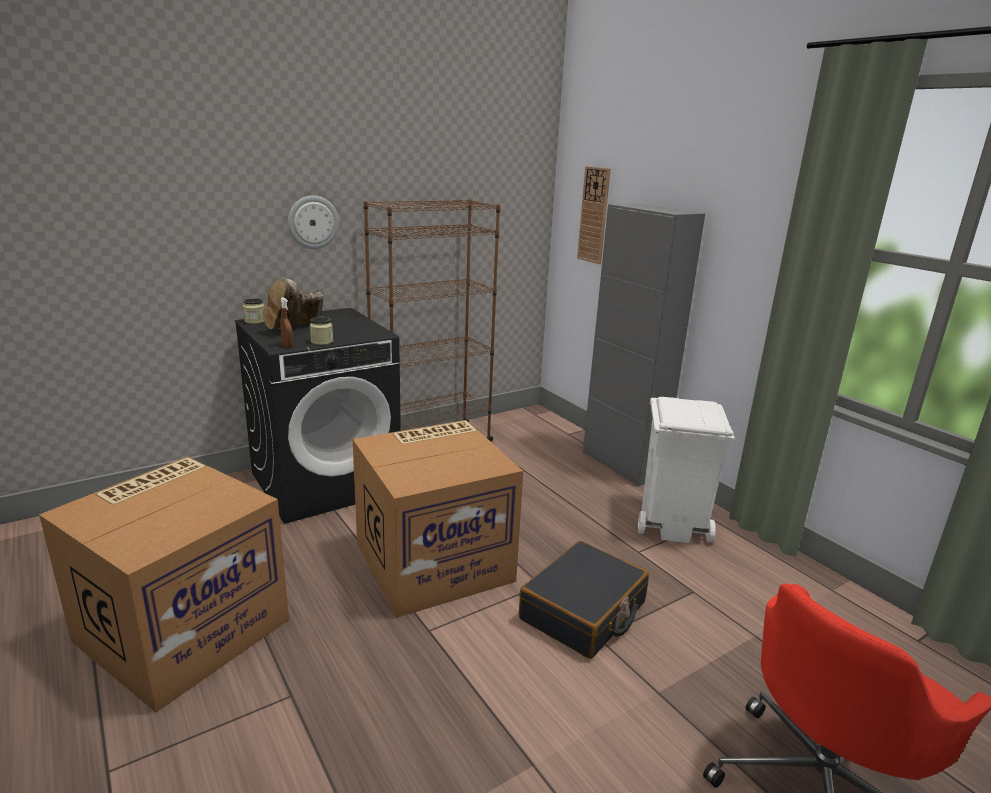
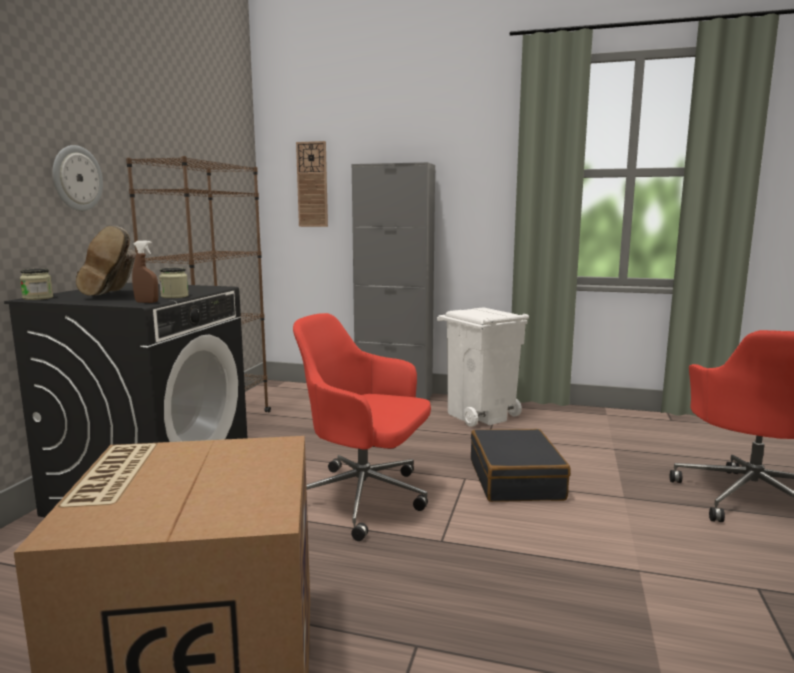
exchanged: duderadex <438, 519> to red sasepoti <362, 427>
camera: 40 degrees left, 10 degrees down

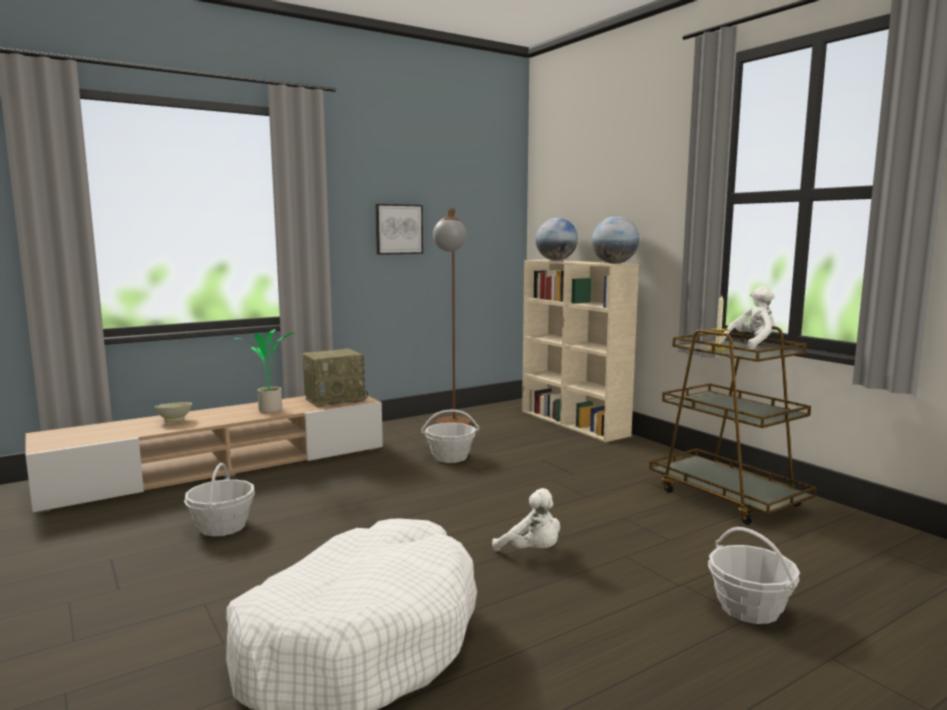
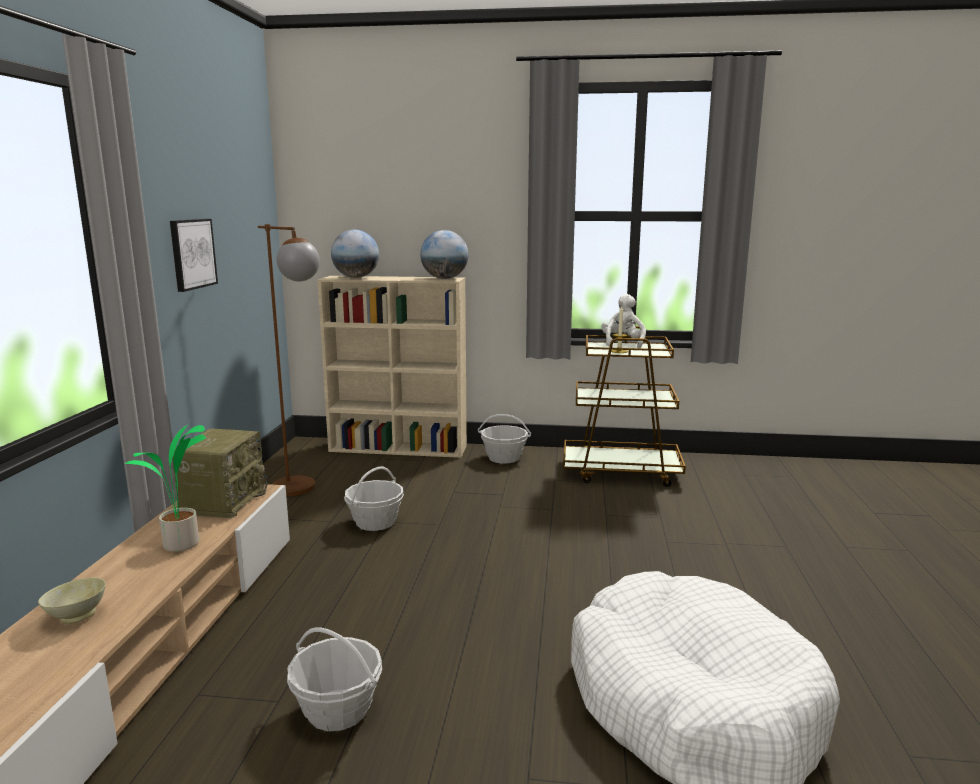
missing: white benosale <526, 519>
relocated: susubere <754, 575> to <504, 438>
camera: 50 degrees left, 5 degrees up

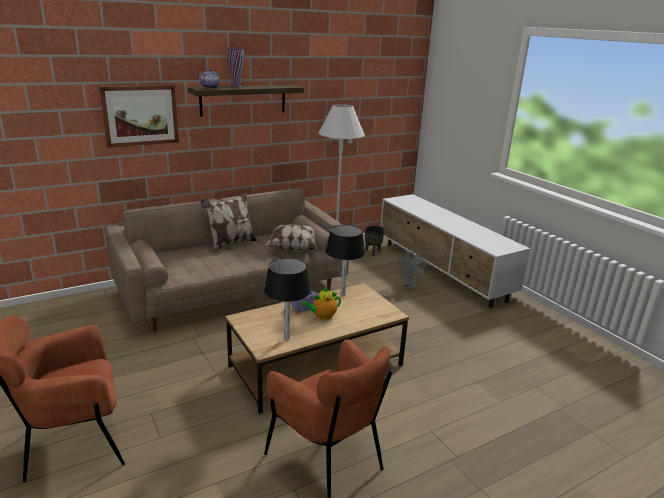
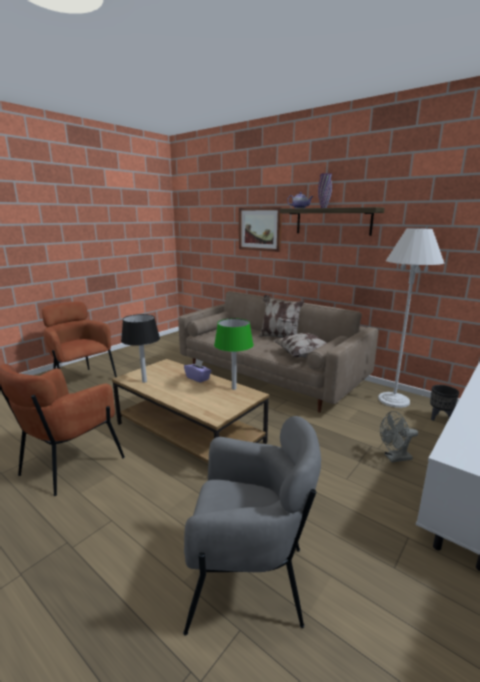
missing: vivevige <321, 303>
appeared: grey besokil <252, 526>
colour: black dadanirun <345, 260> to green dadanirun <234, 354>
camera: 70 degrees right, 5 degrees down

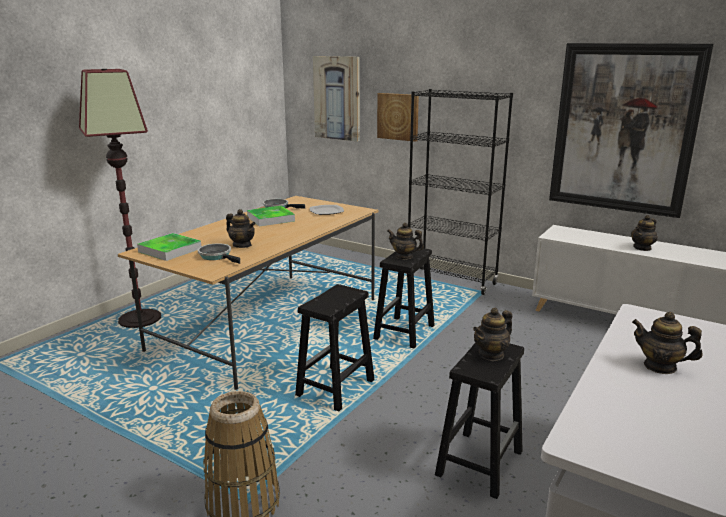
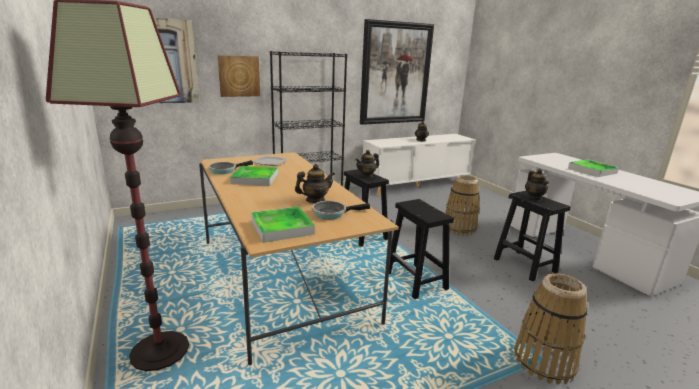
appeared: susubere <462, 205>
exchanged: vivevige <667, 343> to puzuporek <593, 168>
camera: 60 degrees left, 0 degrees up

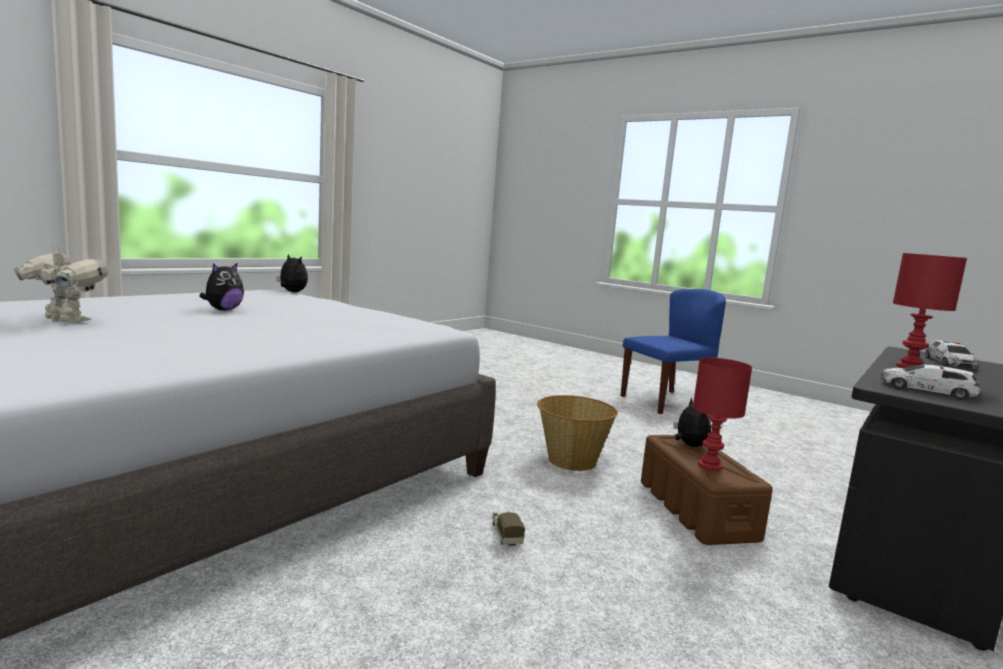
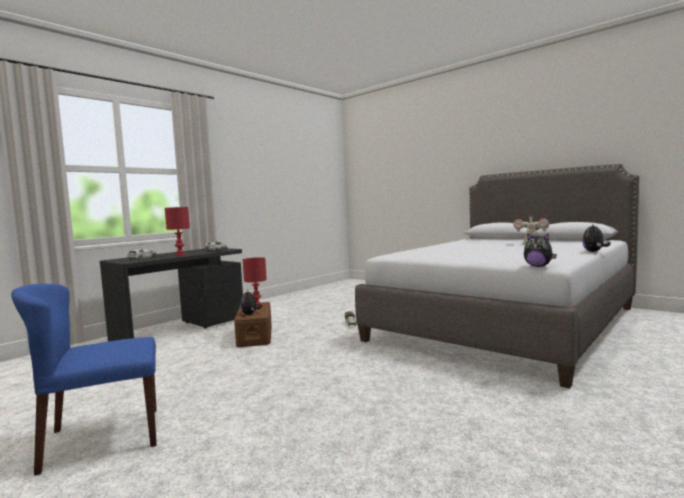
missing: susubere <577, 433>
relocated: benosale <221, 286> to <596, 237>
camera: 175 degrees left, 5 degrees down

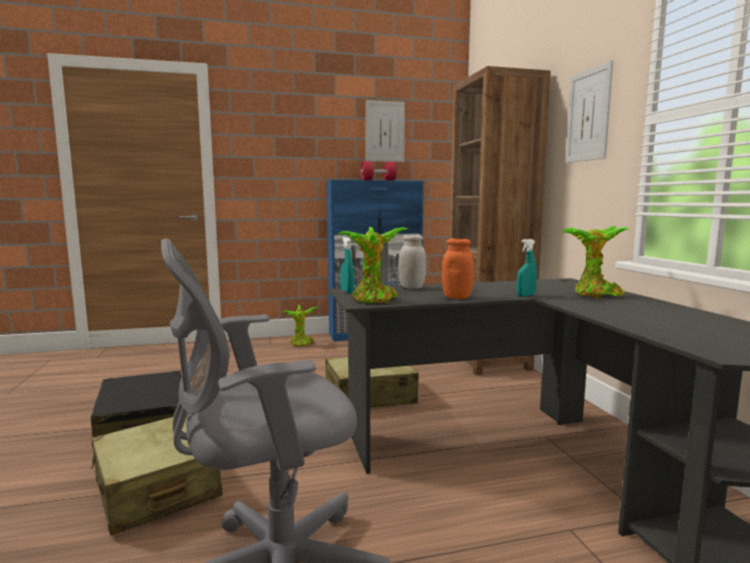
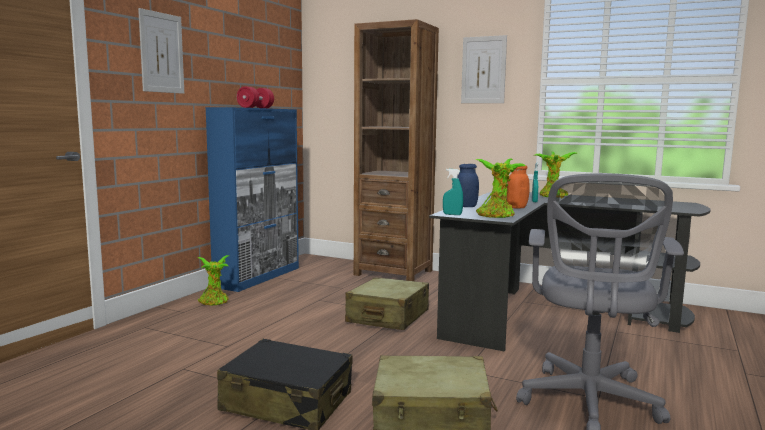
relocated: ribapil <385, 131> to <161, 51>
colour: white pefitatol <412, 262> to blue pefitatol <468, 185>
camera: 50 degrees left, 0 degrees up

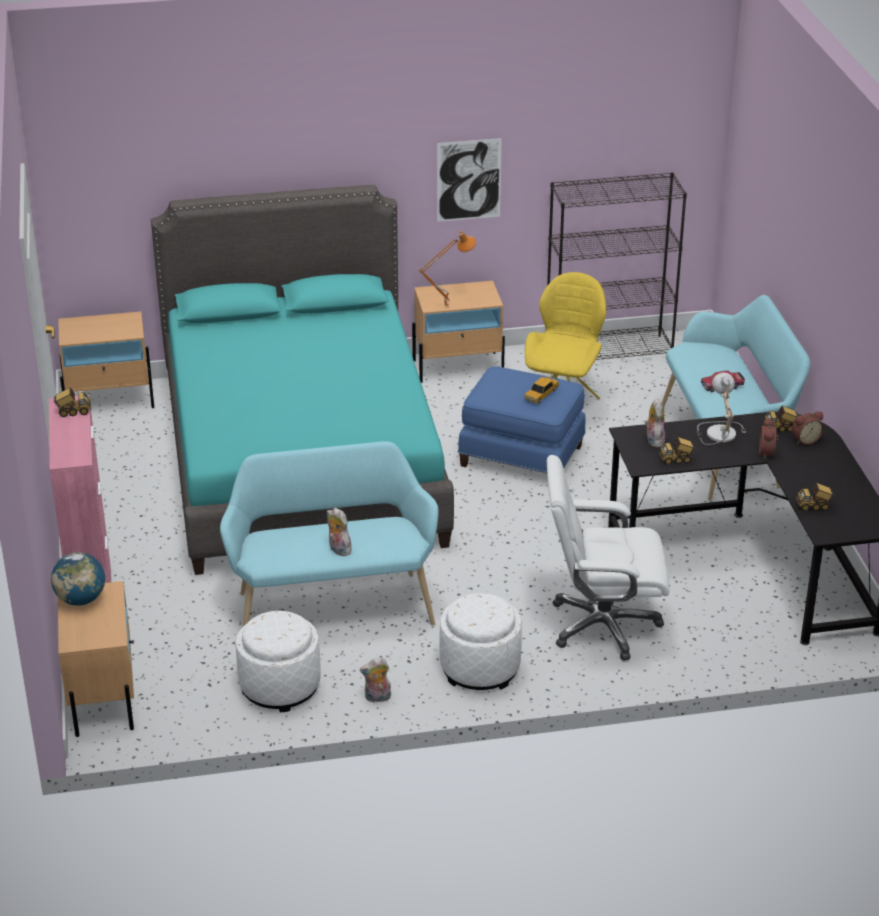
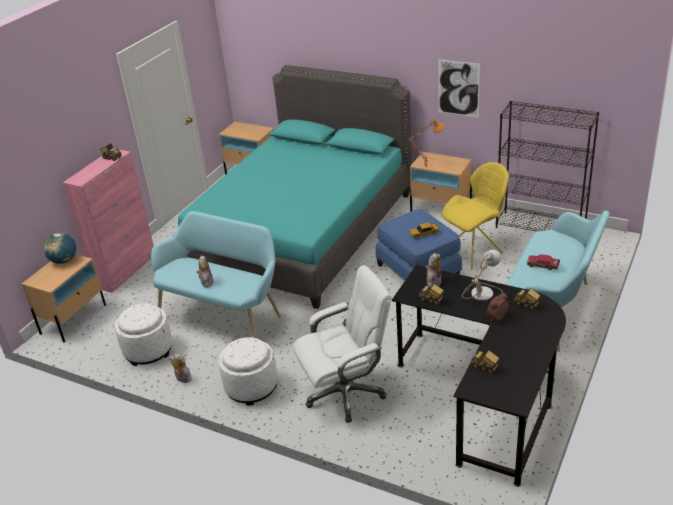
missing: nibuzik <808, 428>
spun: white sasepoti <608, 558> = <342, 344> 120 degrees clockwise
camera: 40 degrees right, 0 degrees up

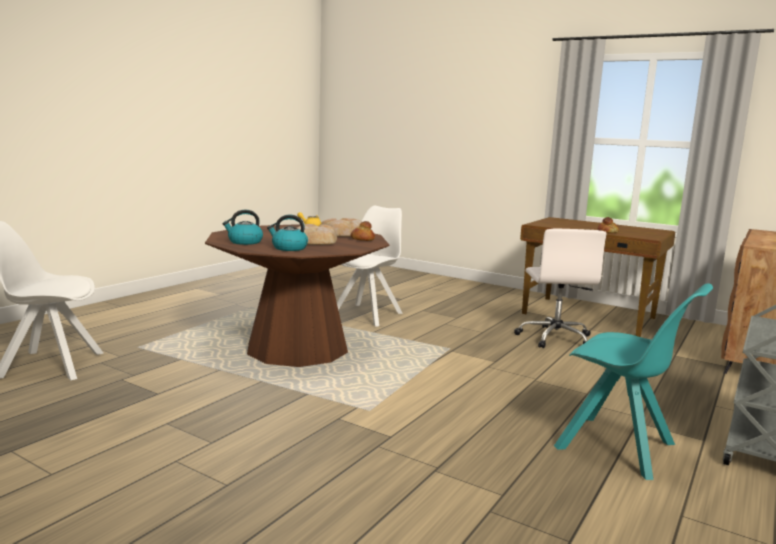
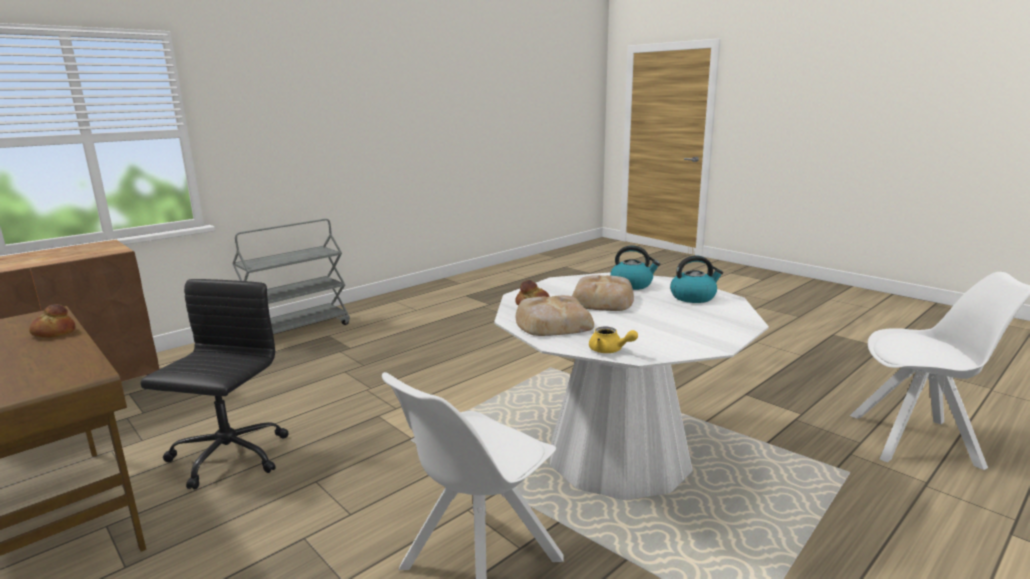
missing: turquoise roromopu <633, 381>
colour: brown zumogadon <297, 295> to white zumogadon <631, 386>; white sasepoti <560, 288> to black sasepoti <214, 384>
camera: 165 degrees left, 5 degrees up

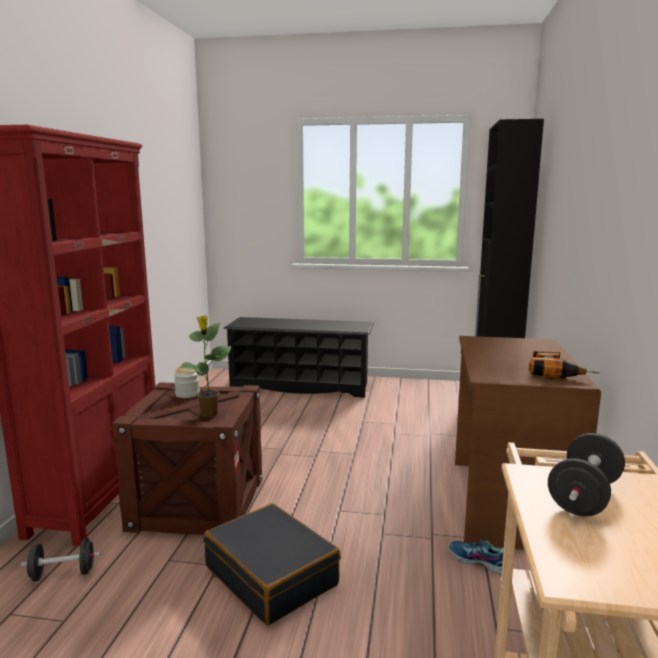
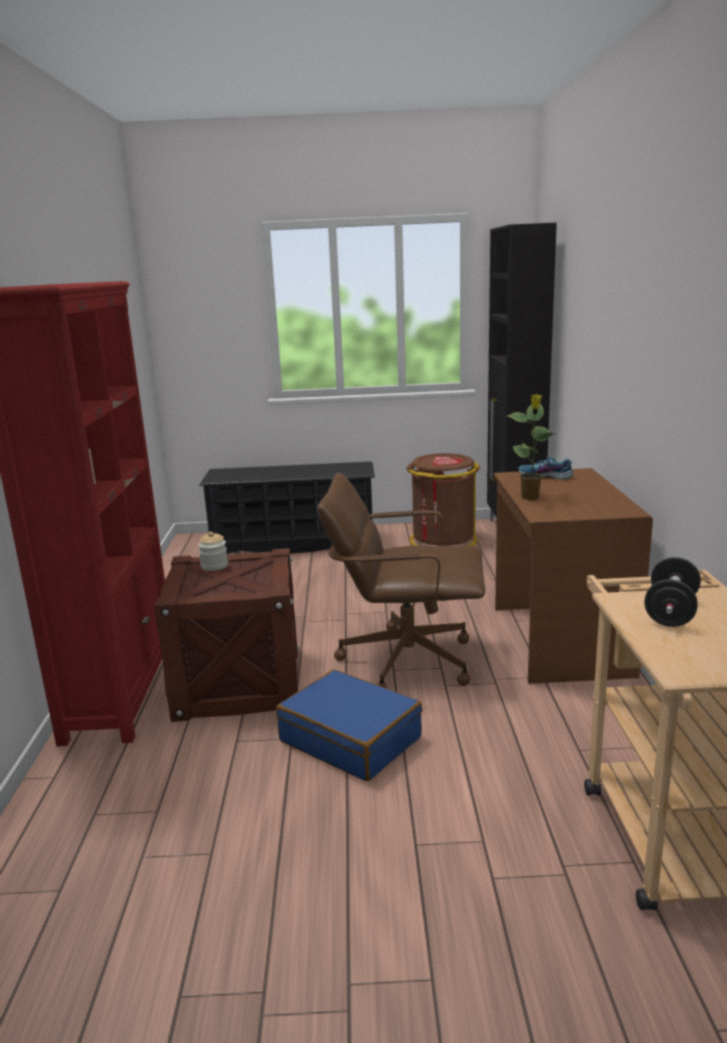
missing: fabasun <564, 364>; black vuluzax <60, 559>
appeared: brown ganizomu <443, 499>; brown sasepoti <401, 581>
relocated: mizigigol <205, 366> to <530, 447>; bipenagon <476, 557> to <545, 468>
colour: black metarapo <272, 564> to blue metarapo <349, 725>
camera: 10 degrees left, 5 degrees up

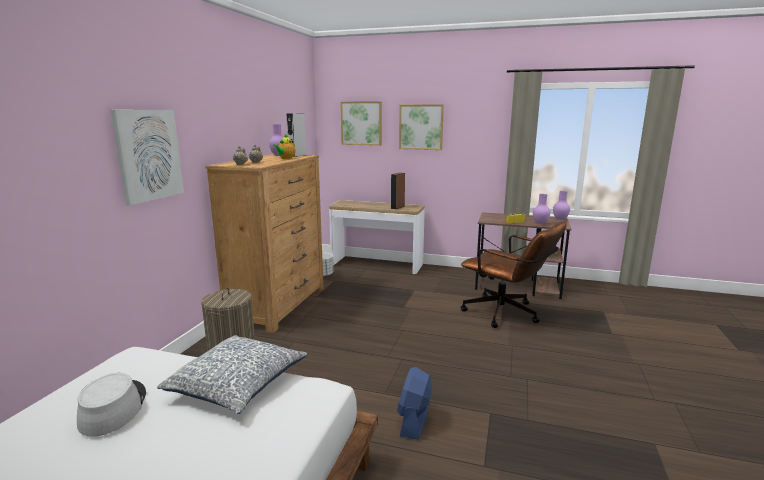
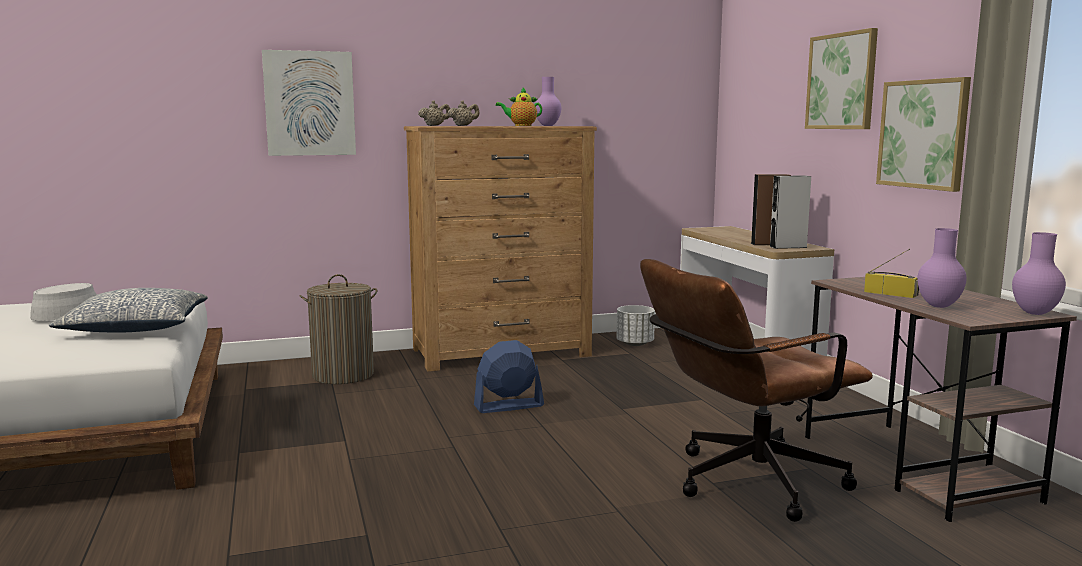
relocated: ribapil <361, 123> to <923, 134>; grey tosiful <296, 135> to <790, 212>; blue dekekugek <415, 403> to <509, 376>
spun: brown sasepoti <514, 275> = <756, 390> 60 degrees clockwise
camera: 55 degrees right, 5 degrees down

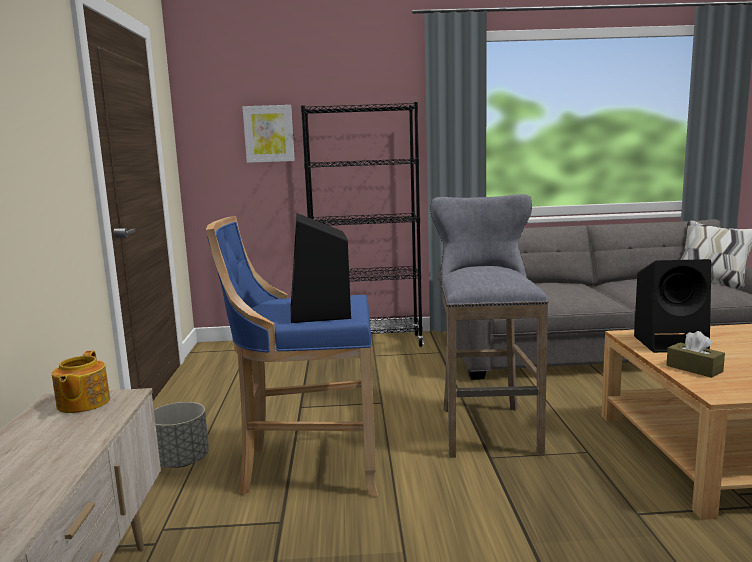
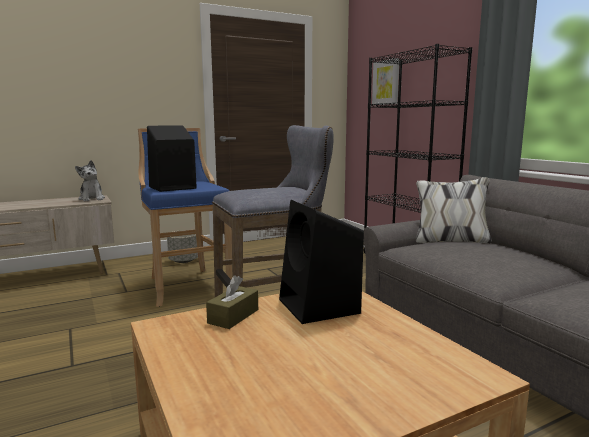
exchanged: vivevige <81, 382> to benosale <90, 181>
camera: 65 degrees right, 0 degrees up

